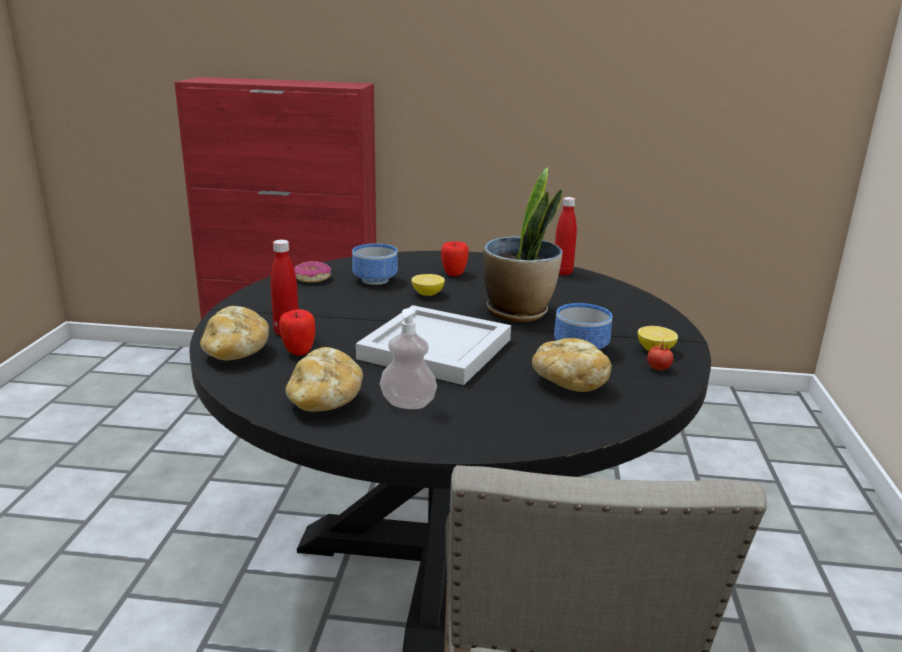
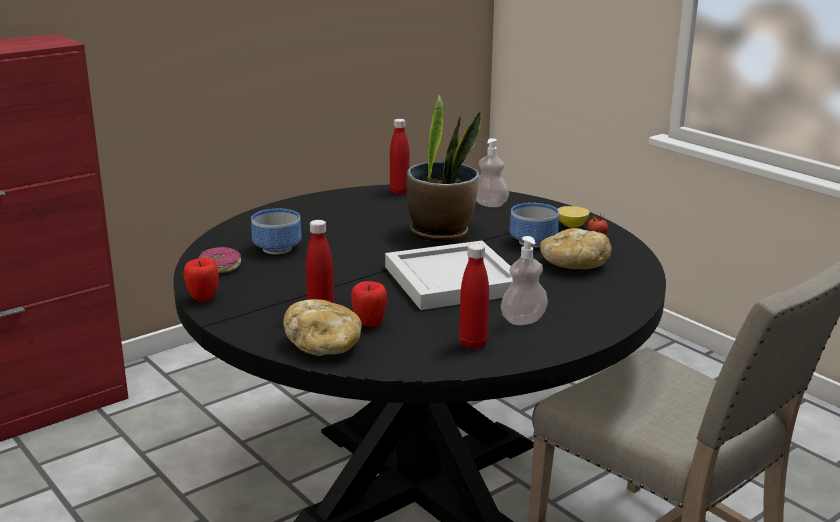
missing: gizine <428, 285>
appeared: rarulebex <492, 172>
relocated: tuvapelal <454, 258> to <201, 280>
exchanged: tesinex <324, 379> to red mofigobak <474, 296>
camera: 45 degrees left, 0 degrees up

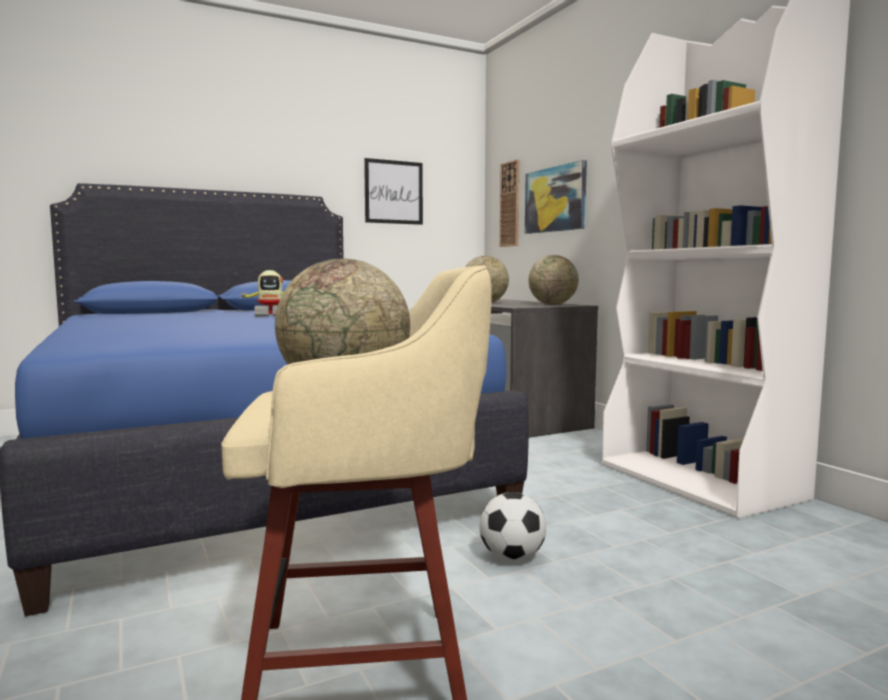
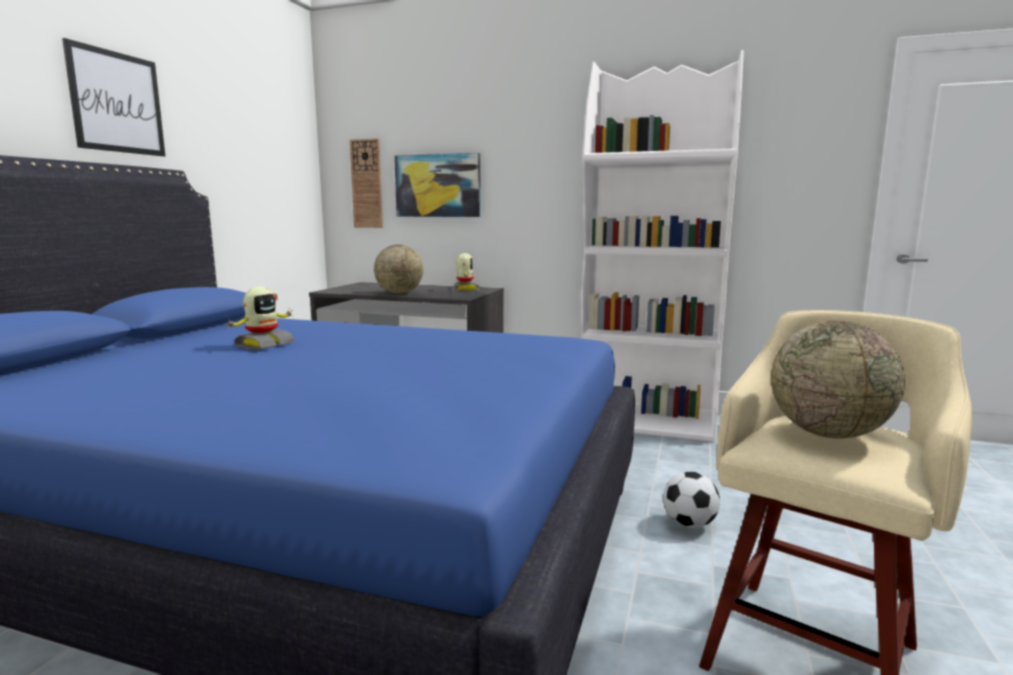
relocated: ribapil <393, 191> to <113, 97>
exchanged: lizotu <553, 280> to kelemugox <467, 272>
camera: 45 degrees left, 5 degrees up

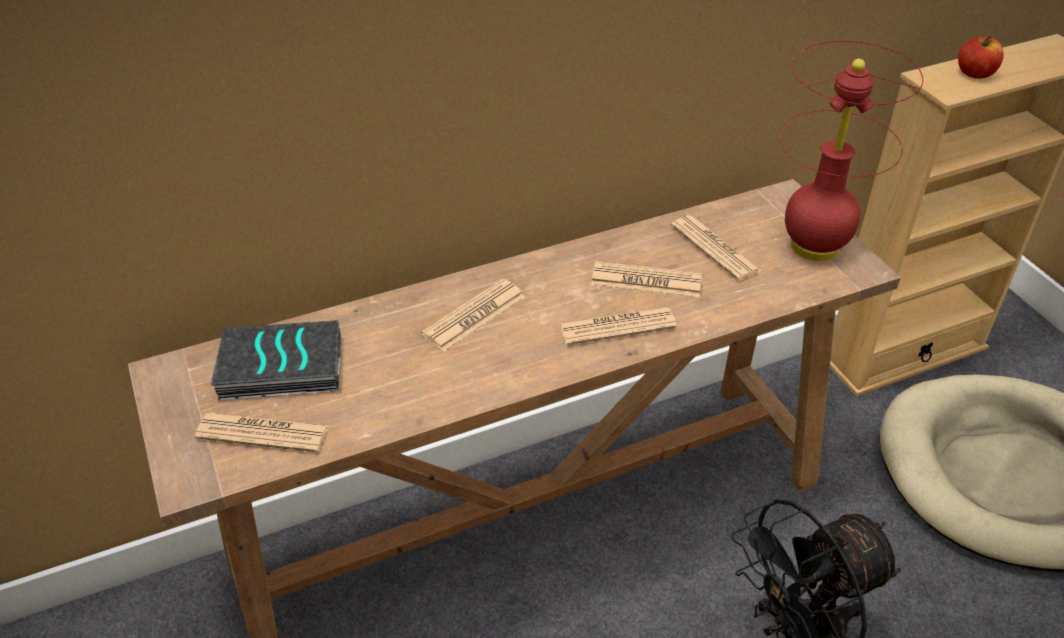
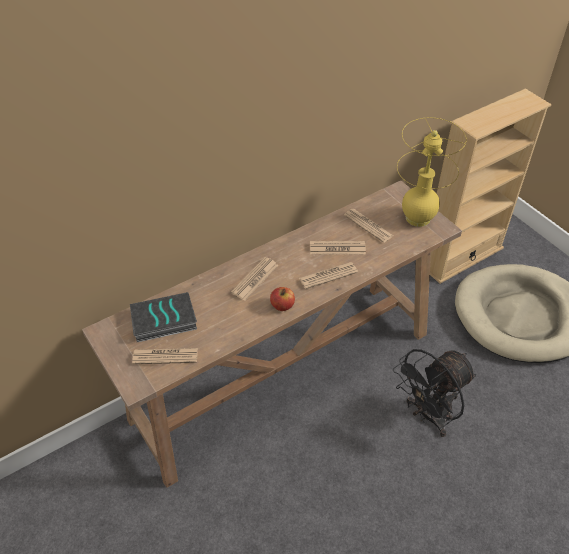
relocated: tuvapelal <981, 57> to <282, 299>
colour: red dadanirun <850, 151> to yellow dadanirun <431, 172>
camera: 10 degrees left, 5 degrees up

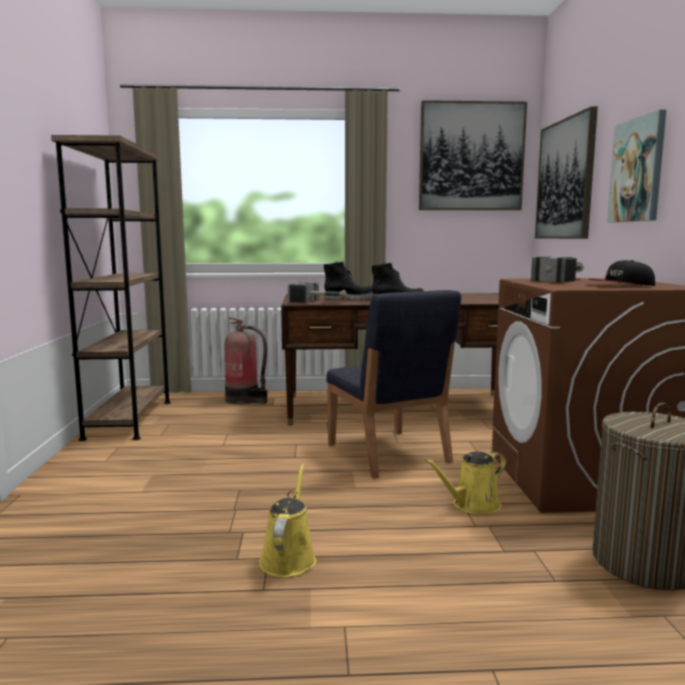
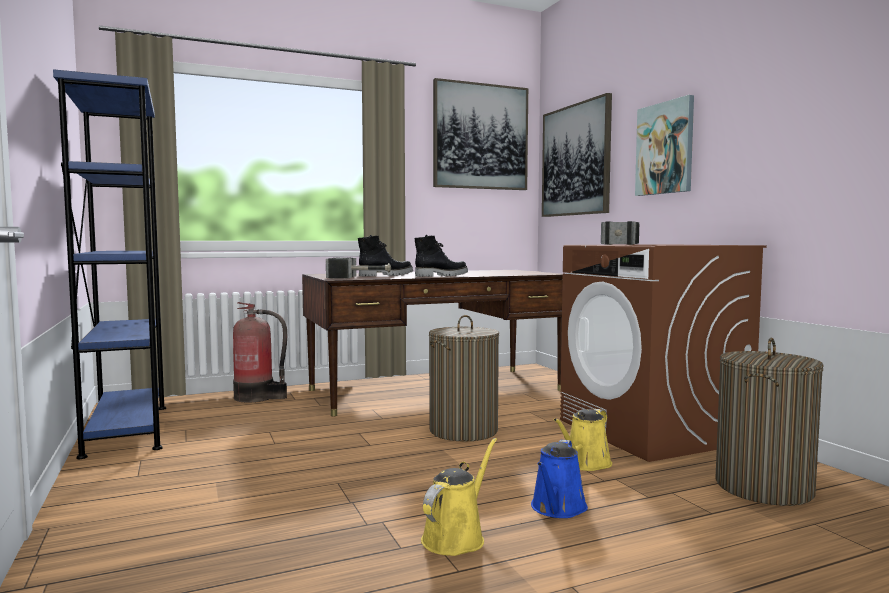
missing: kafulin <622, 273>
appeared: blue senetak <559, 479>
exchanged: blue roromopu <393, 384> to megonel <464, 378>
colour: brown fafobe <111, 288> to blue fafobe <109, 264>
spun: yellow senetak <287, 520> = <459, 497> 45 degrees clockwise
camera: 20 degrees left, 5 degrees down

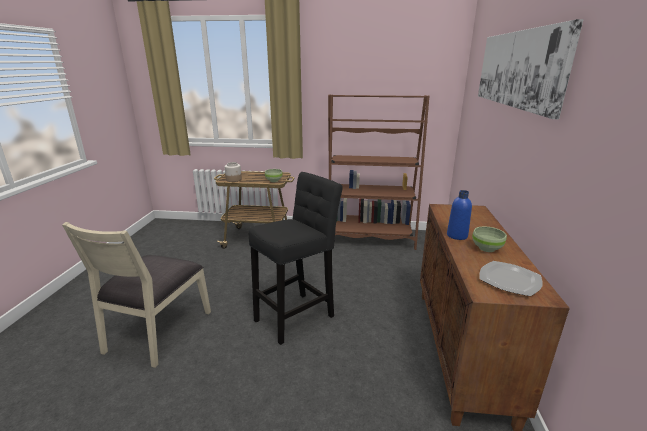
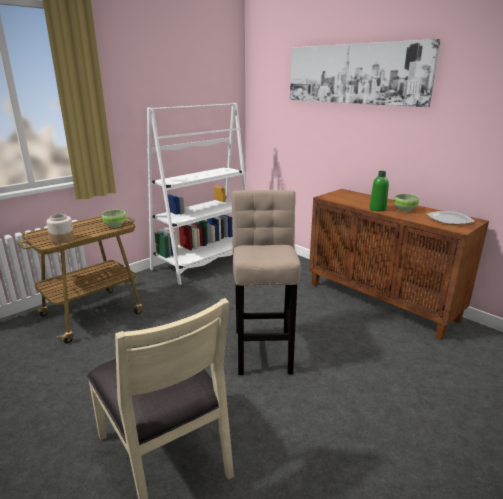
colour: brown fafobe <378, 172> to white fafobe <196, 194>; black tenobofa <296, 258> to beige tenobofa <266, 282>; blue mofigobak <459, 215> to green mofigobak <379, 191>
camera: 50 degrees left, 0 degrees up

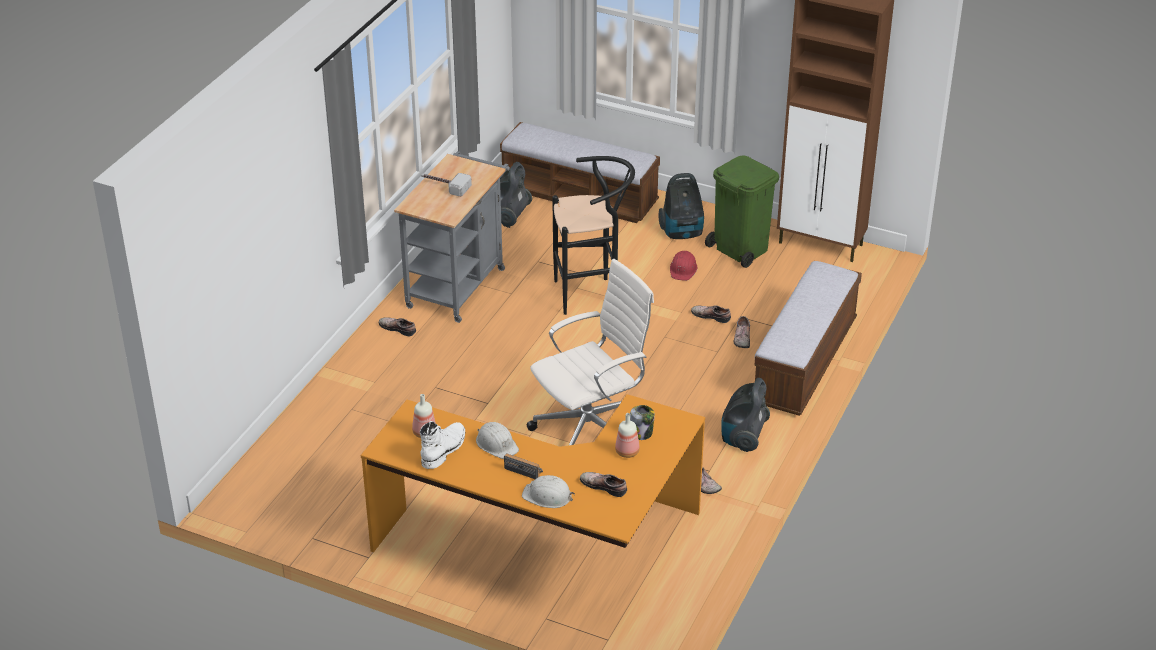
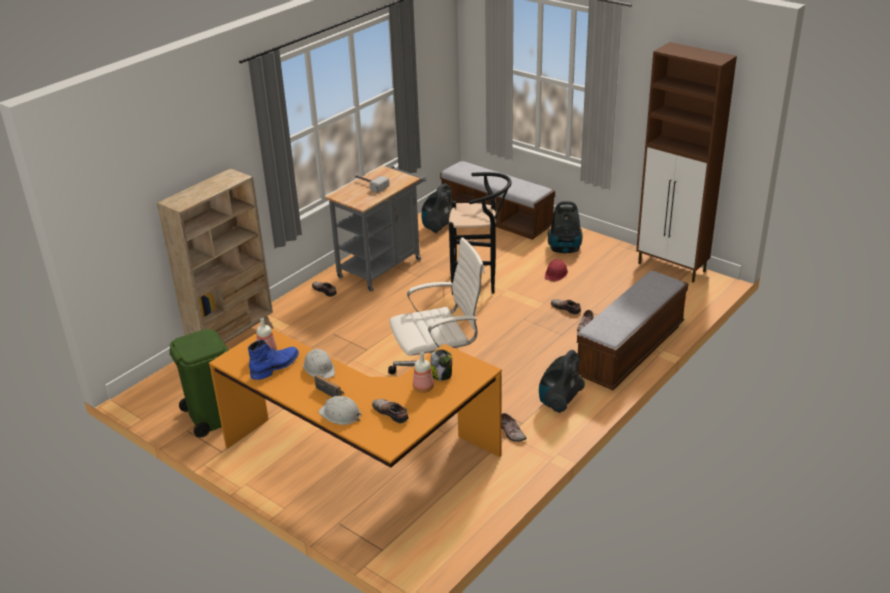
appeared: beige fafobe <215, 255>
relocated: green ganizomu <742, 211> to <199, 383>
colour: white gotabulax <442, 445> to blue gotabulax <273, 359>
camera: 15 degrees right, 5 degrees down

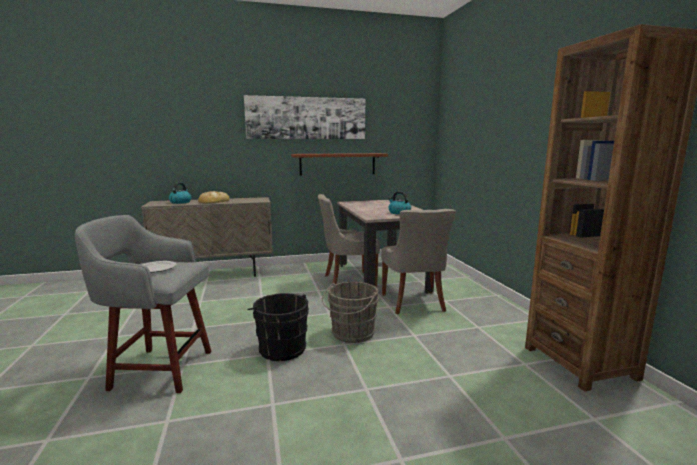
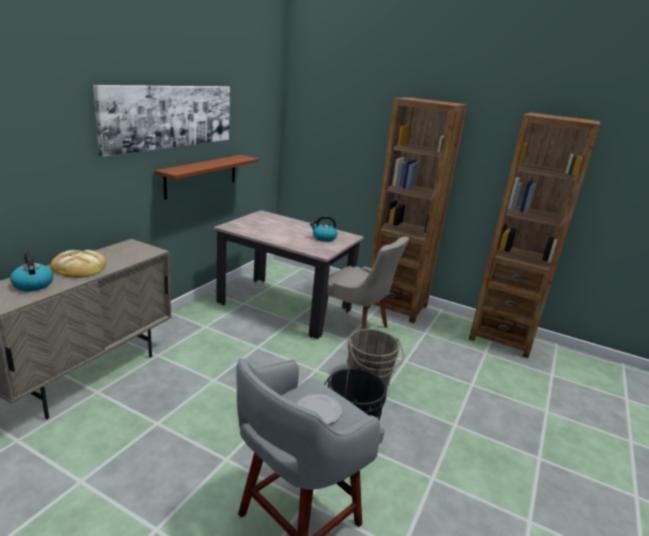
missing: grey roromopu <349, 241>
appeared: brown fafobe <417, 210>
camera: 50 degrees left, 10 degrees up

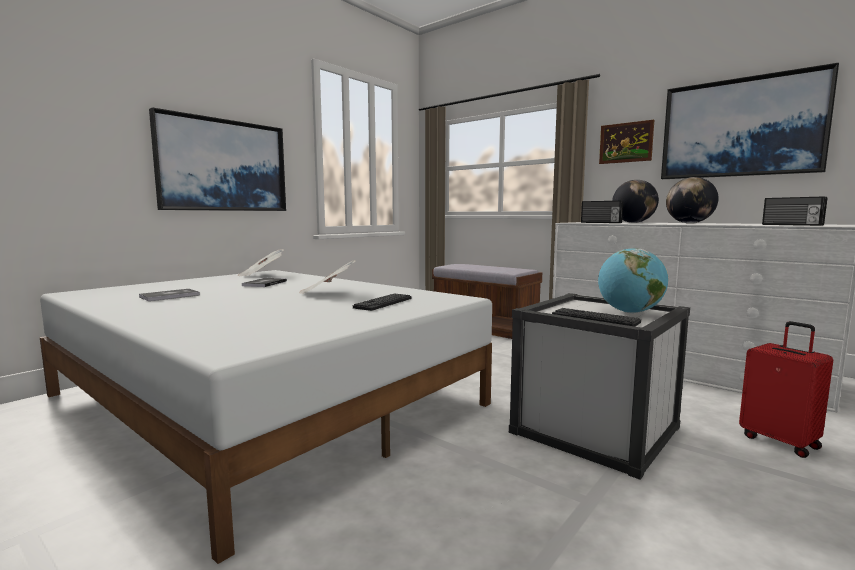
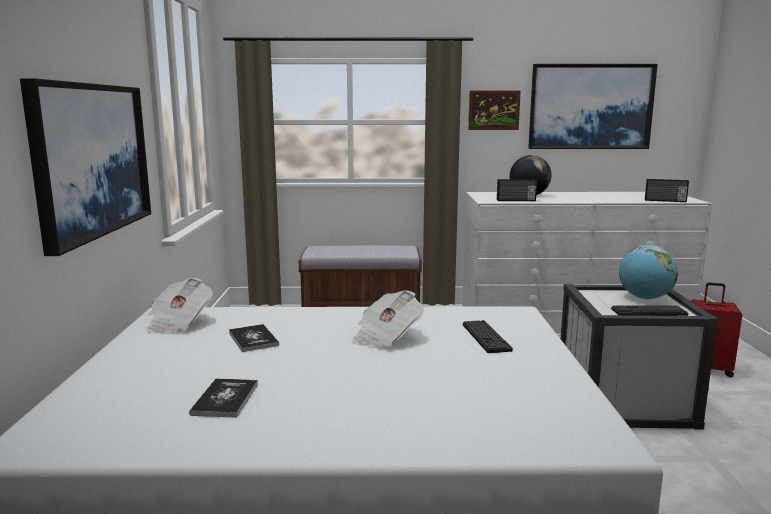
missing: lizotu <692, 200>
camera: 40 degrees left, 5 degrees up

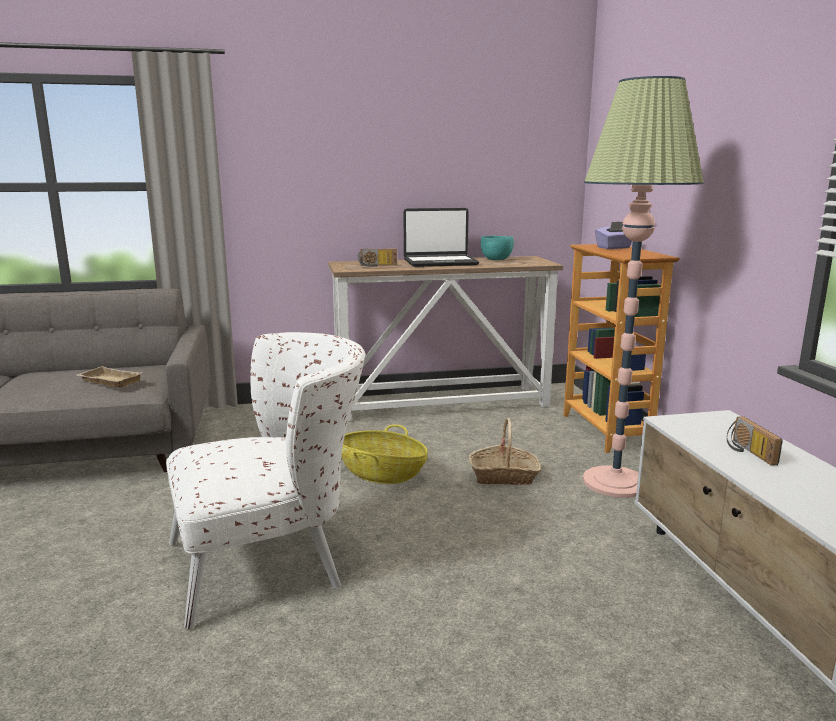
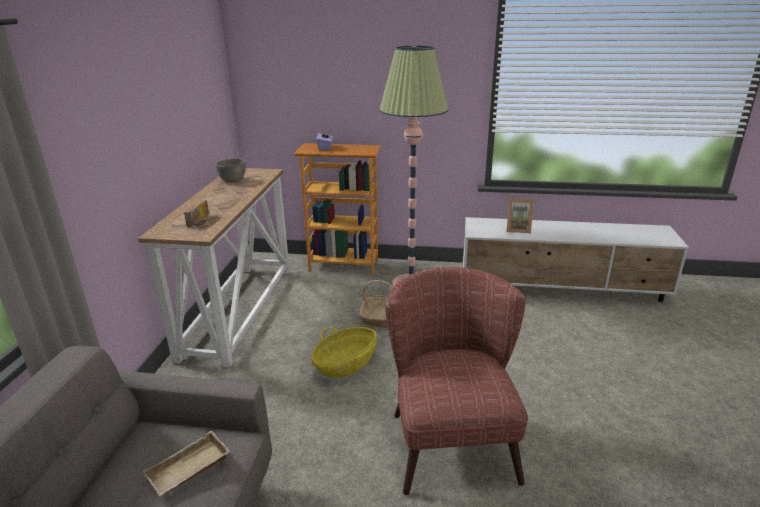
missing: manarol <441, 237>
exchanged: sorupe <755, 441> to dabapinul <520, 216>
colour: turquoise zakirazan <497, 248> to grey zakirazan <231, 170>; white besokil <265, 481> to brown besokil <456, 381>
camera: 70 degrees left, 10 degrees up

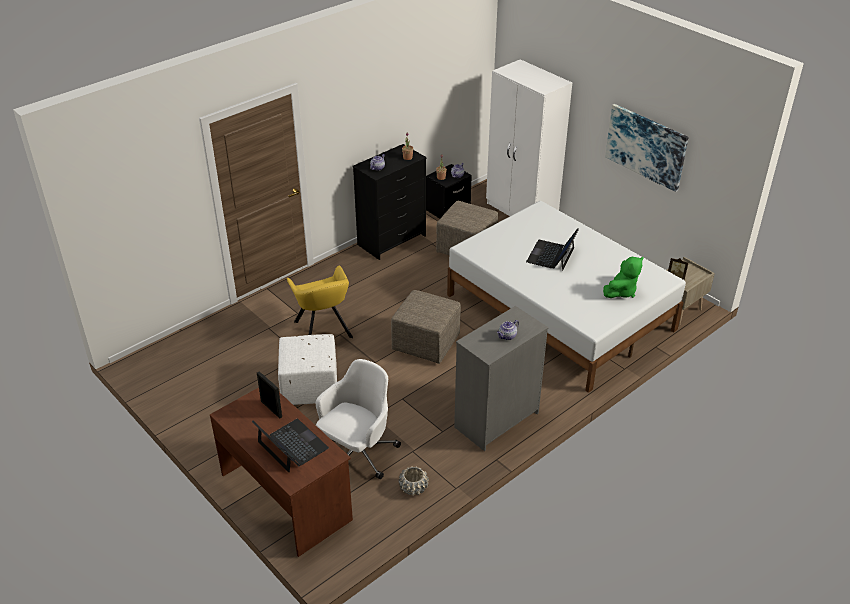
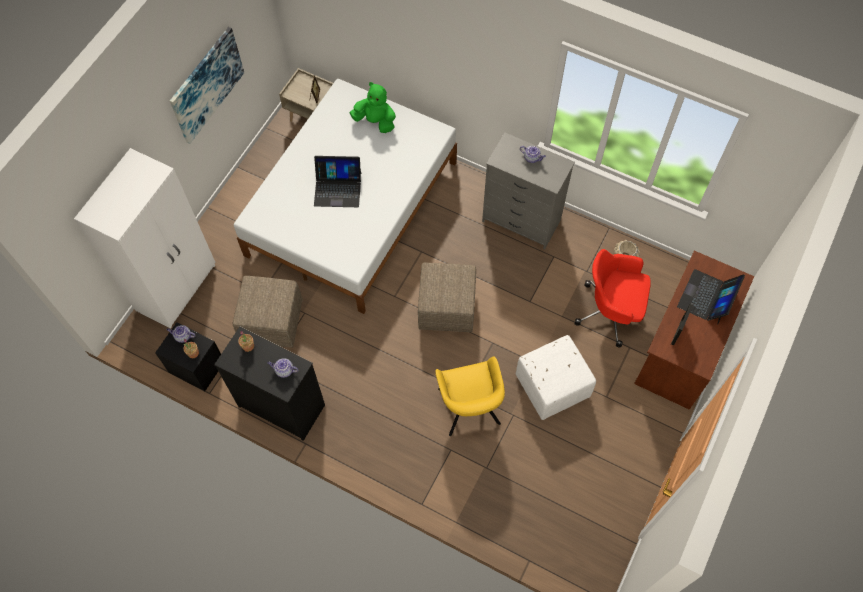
colour: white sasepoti <358, 419> to red sasepoti <613, 298>
spun: yellow besokil <320, 302> = <470, 396> 120 degrees clockwise
camera: 110 degrees left, 25 degrees up

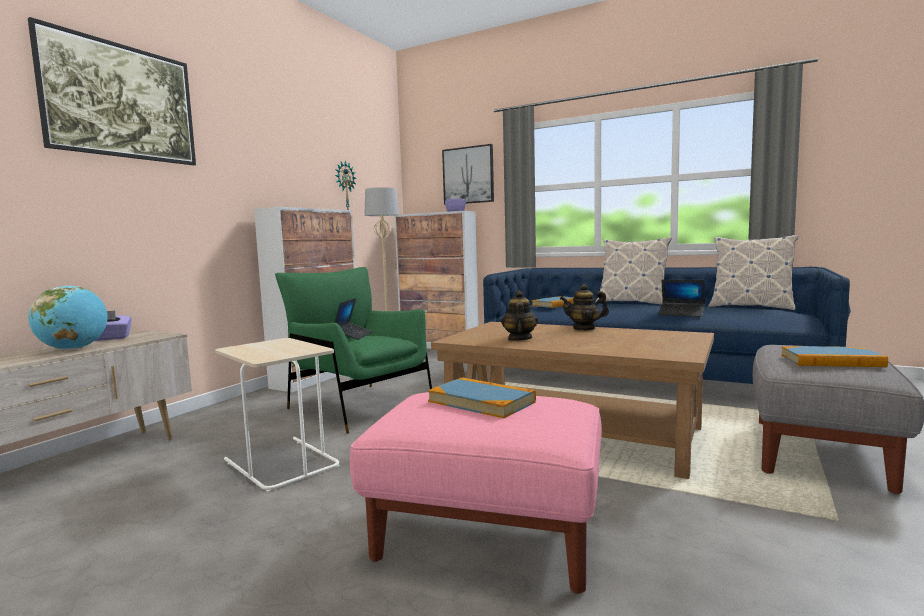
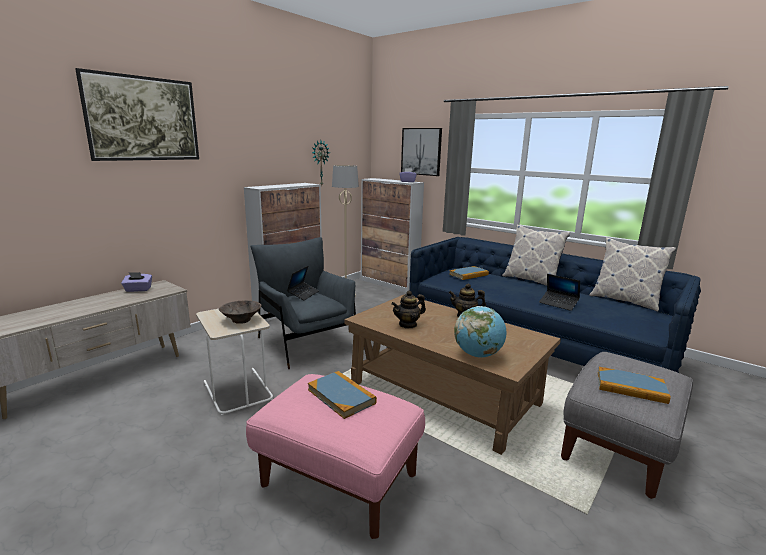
appeared: brown zakirazan <240, 312>
relocated: lizotu <68, 318> to <480, 332>
colour: green besokil <353, 350> to grey besokil <303, 303>
spun: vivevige <519, 316> = <408, 309> 135 degrees counterclockwise
camera: 10 degrees right, 10 degrees up

